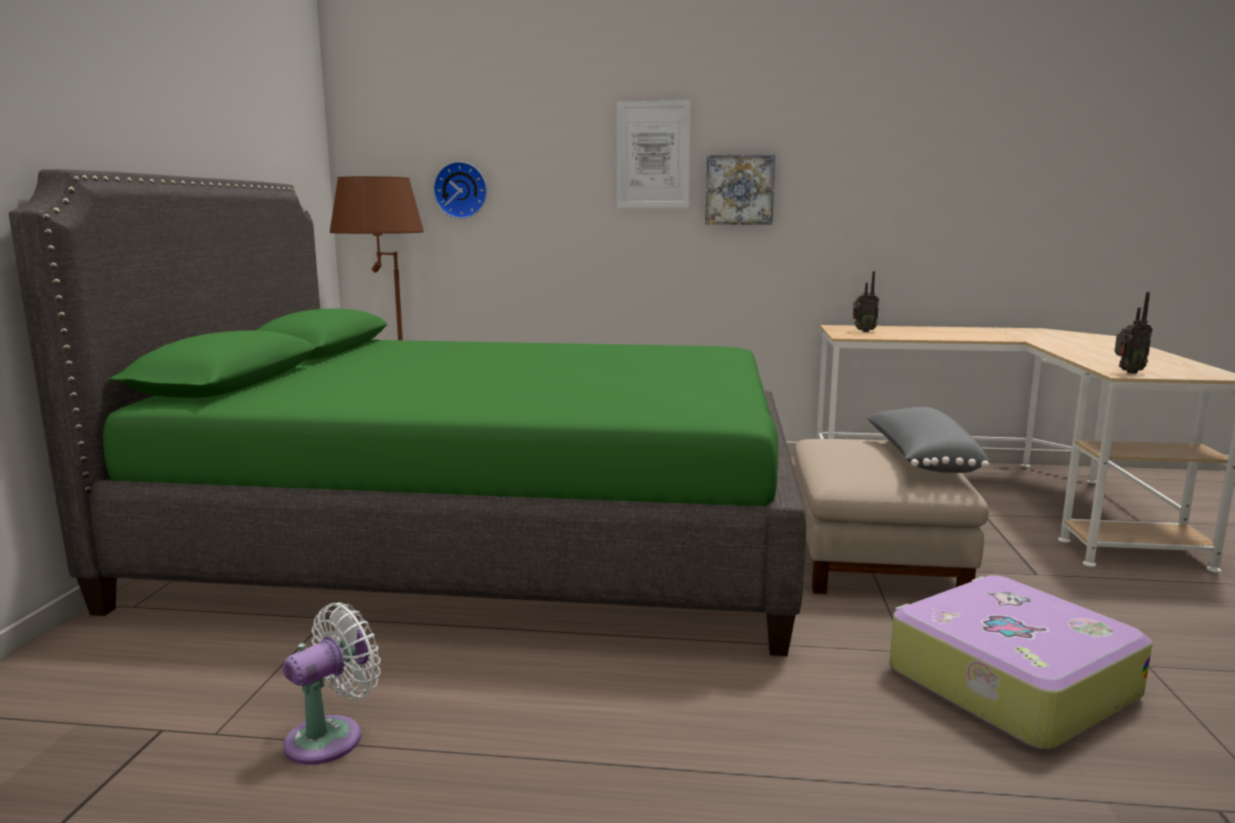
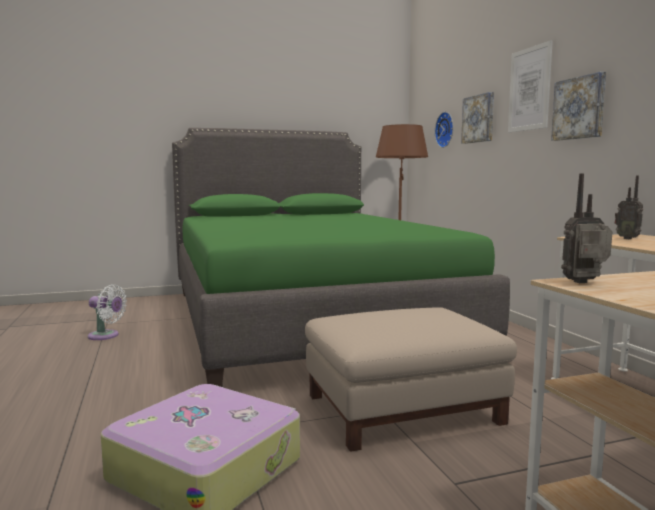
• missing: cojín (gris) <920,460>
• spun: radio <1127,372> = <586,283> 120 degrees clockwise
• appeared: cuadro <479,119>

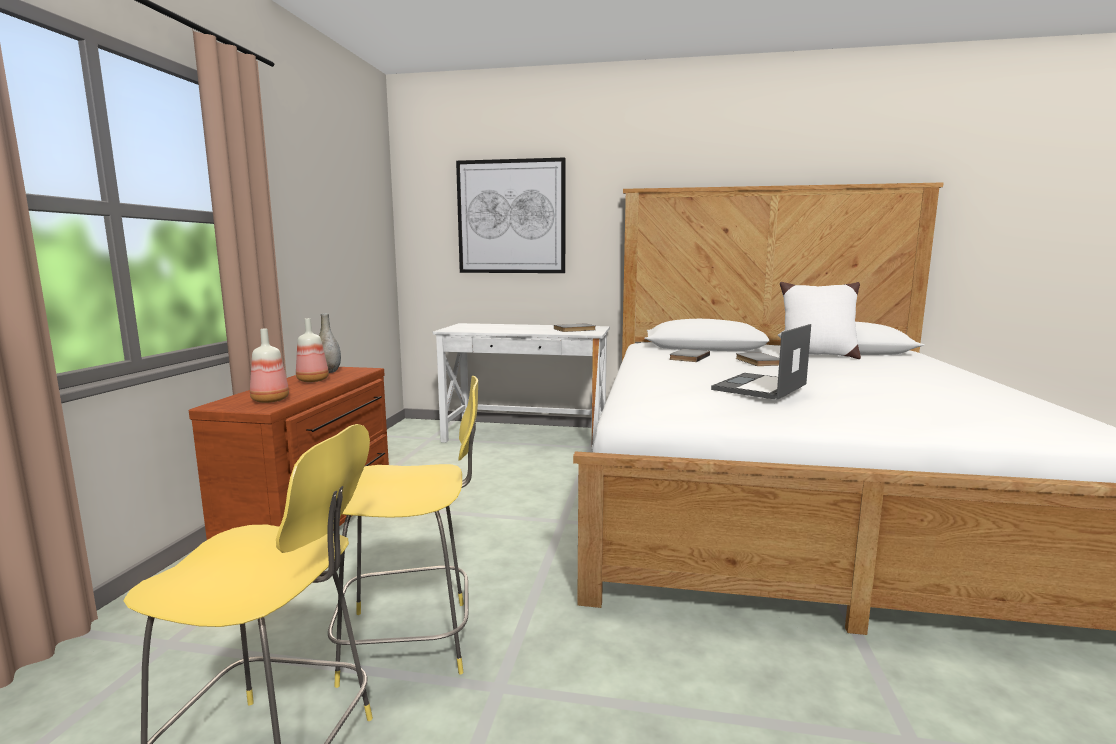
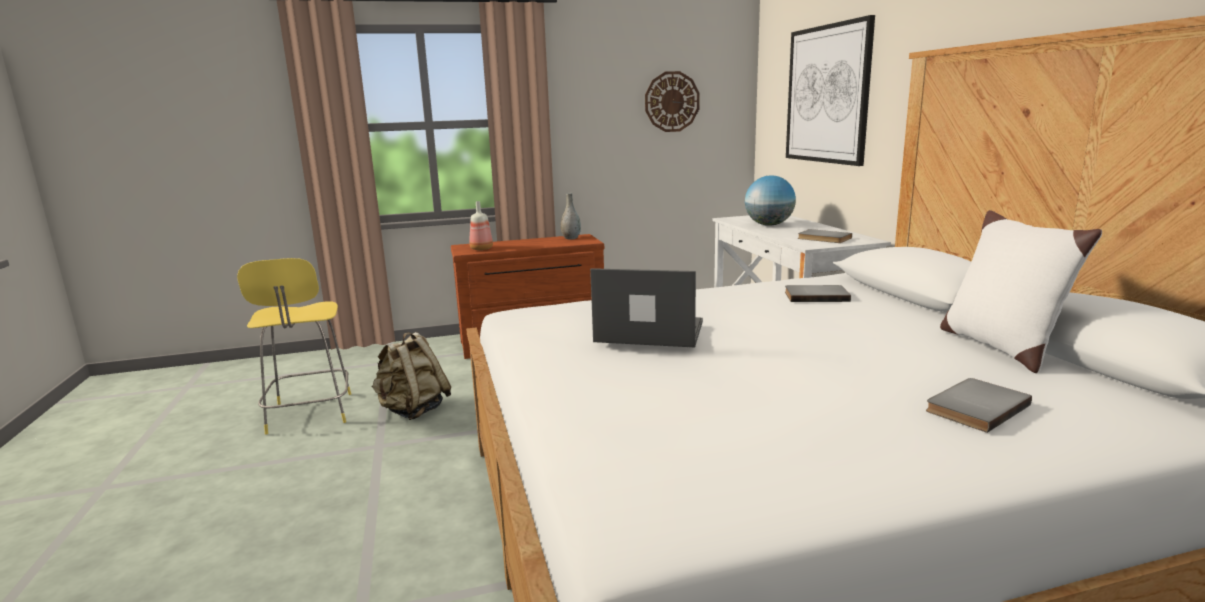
• missing: botella <314,380>
• exchanged: taburete (amarillo) <412,640> to mochila (beis) <413,411>
• relocated: libro (gris) <757,361> to <973,407>
• appeared: reloj de pared <672,102>
• appeared: globo terráqueo <769,225>

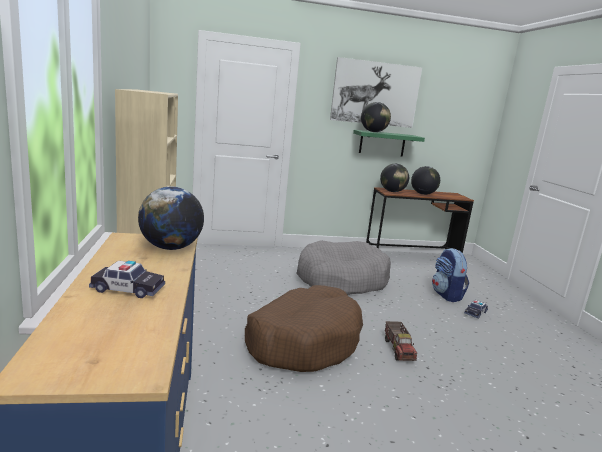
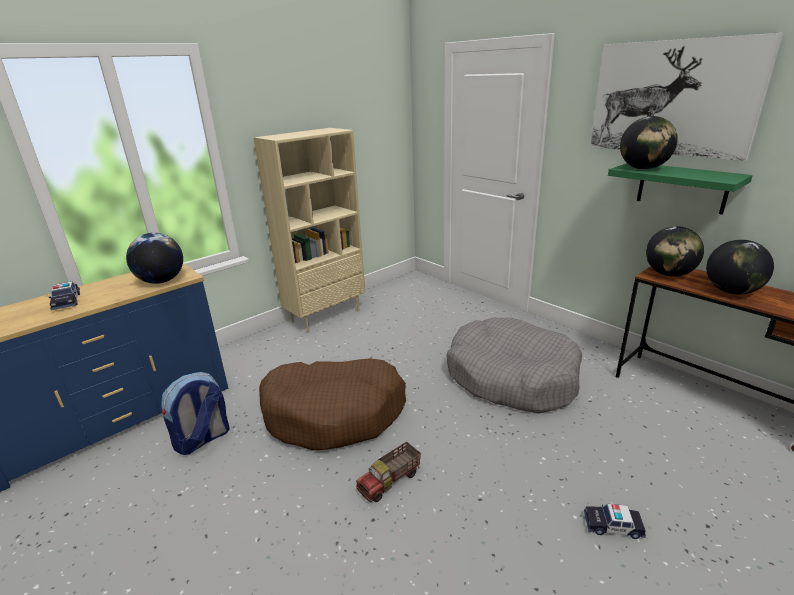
• relocated: mochila <446,295> to <202,439>

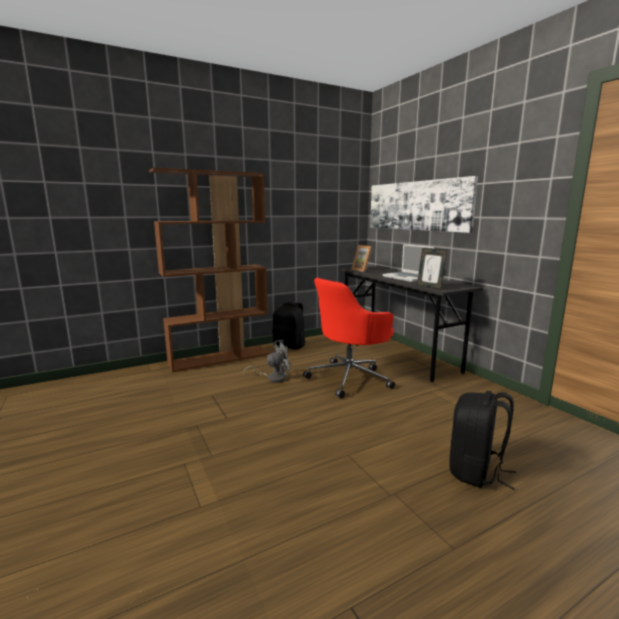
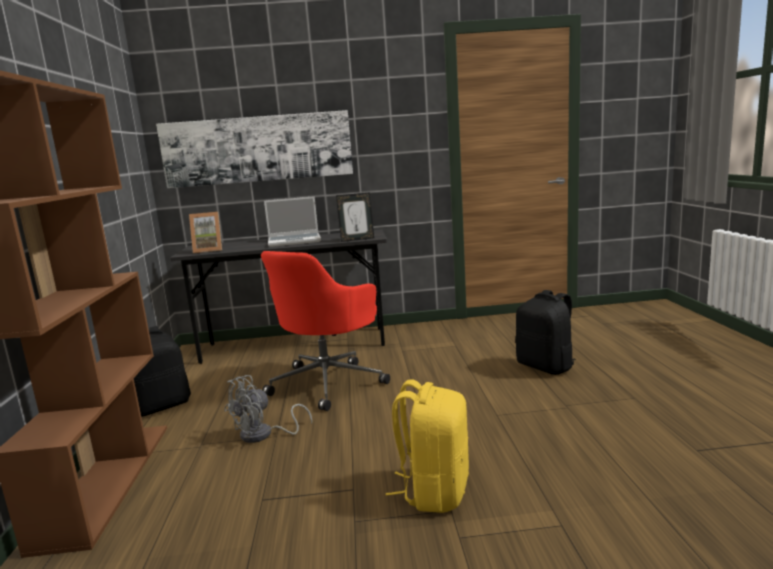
• spun: ventilador (gris) <273,378> = <263,435> 135 degrees counterclockwise
• spun: silla de oficina (rojo) <350,378> = <328,382> 45 degrees clockwise
• appeared: mochila (amarillo) <434,490>

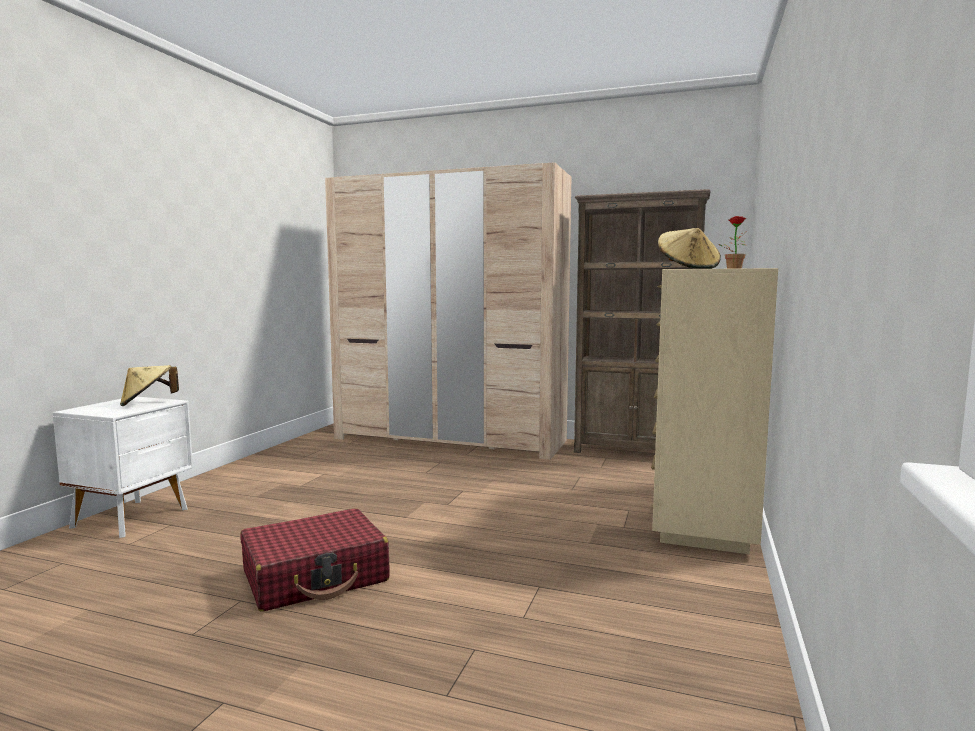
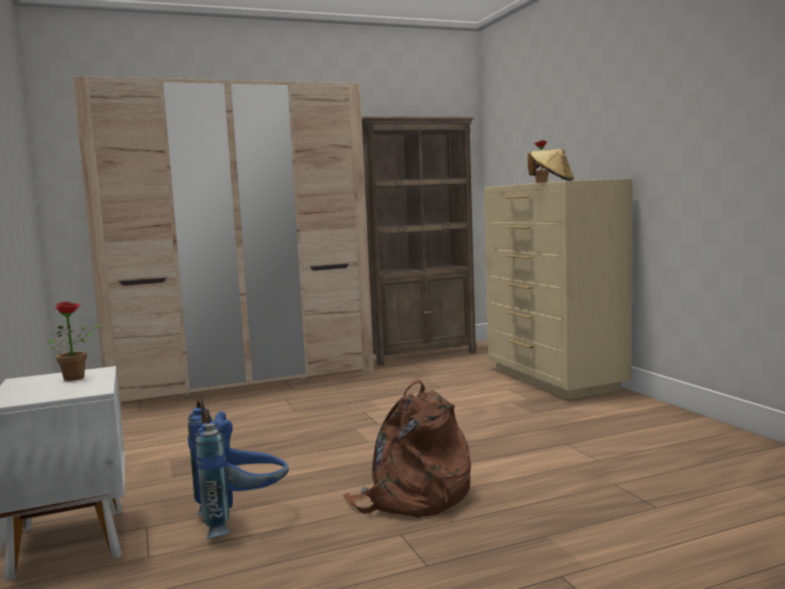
• exchanged: sombrero (beis) <148,403> to planta en maceta <78,377>
• exchanged: maleta (rojo) <316,576> to mochila (marrón) <413,498>
• appeared: mochila (azul) <242,519>

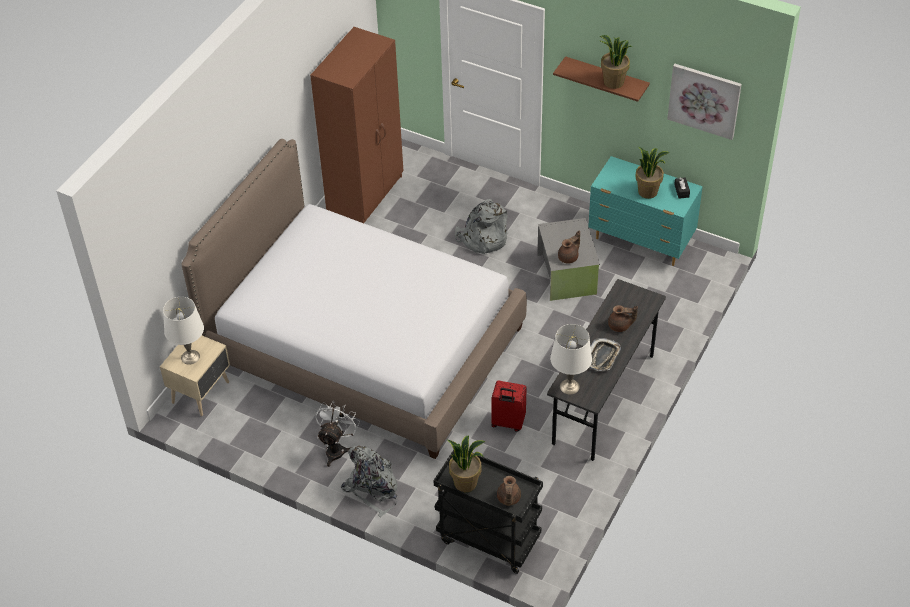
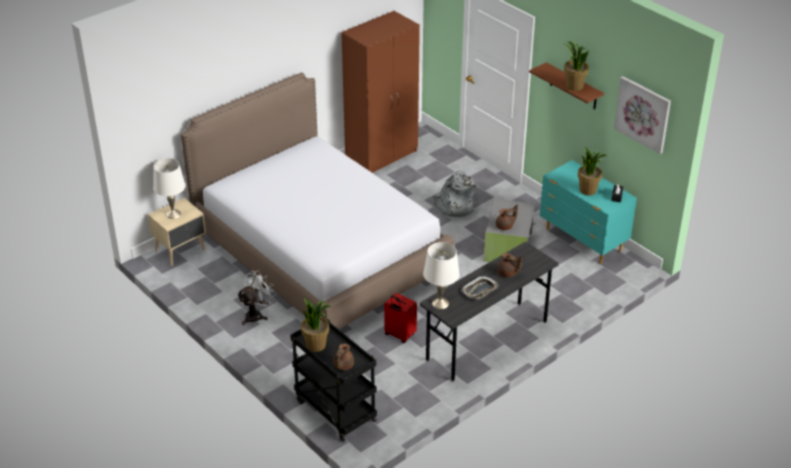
• missing: mochila (gris) <373,488>

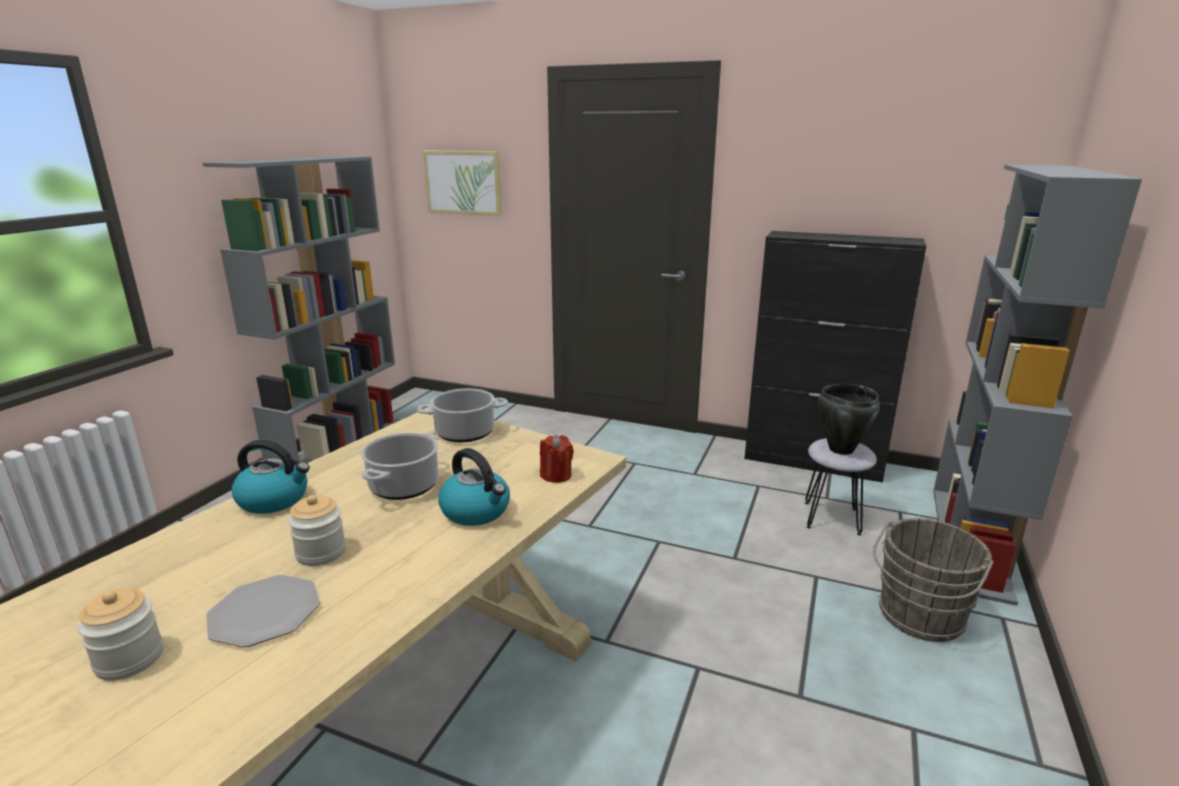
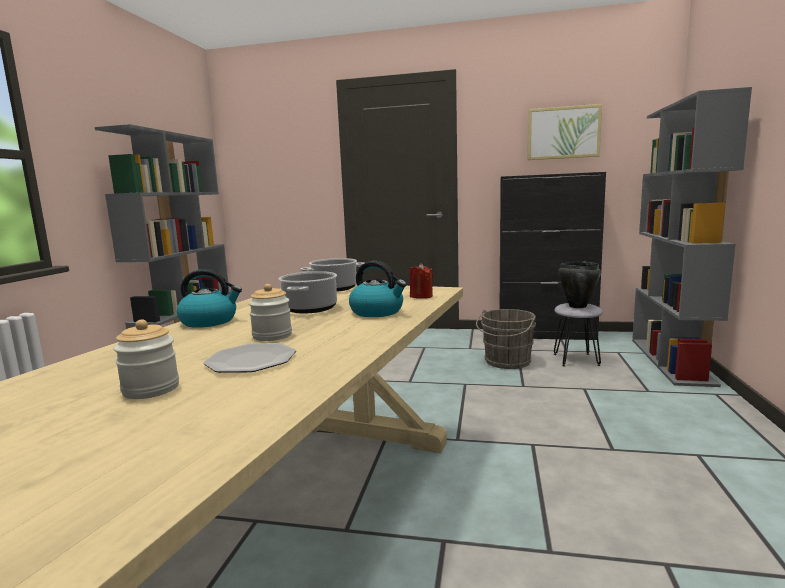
• relocated: cuadro <463,182> to <563,133>
• relocated: cubo (gris) <918,618> to <506,362>

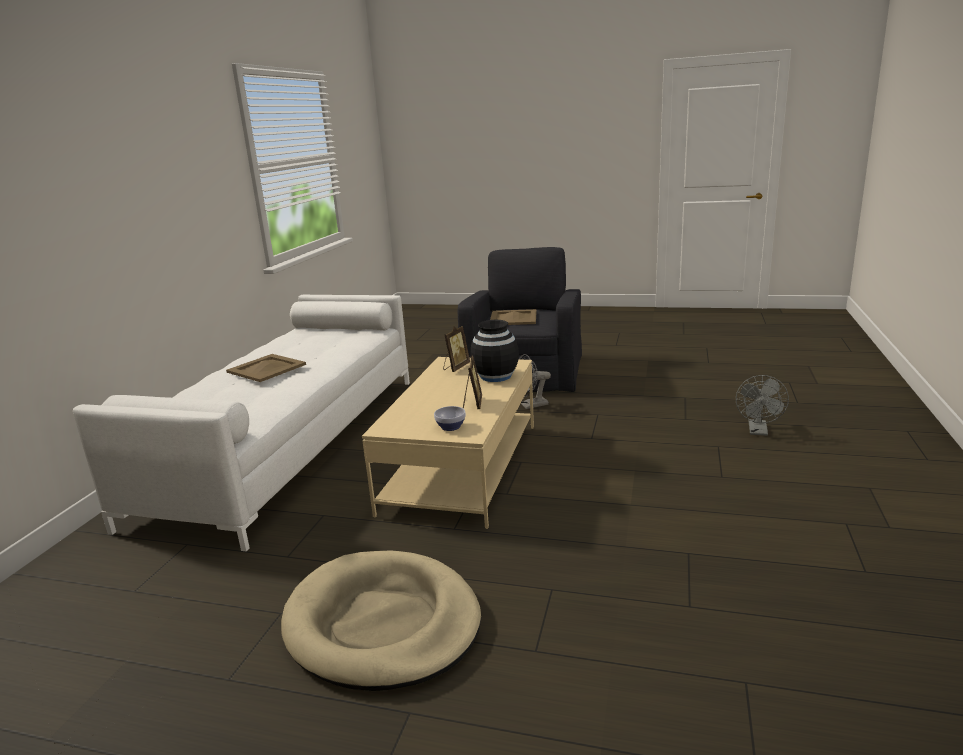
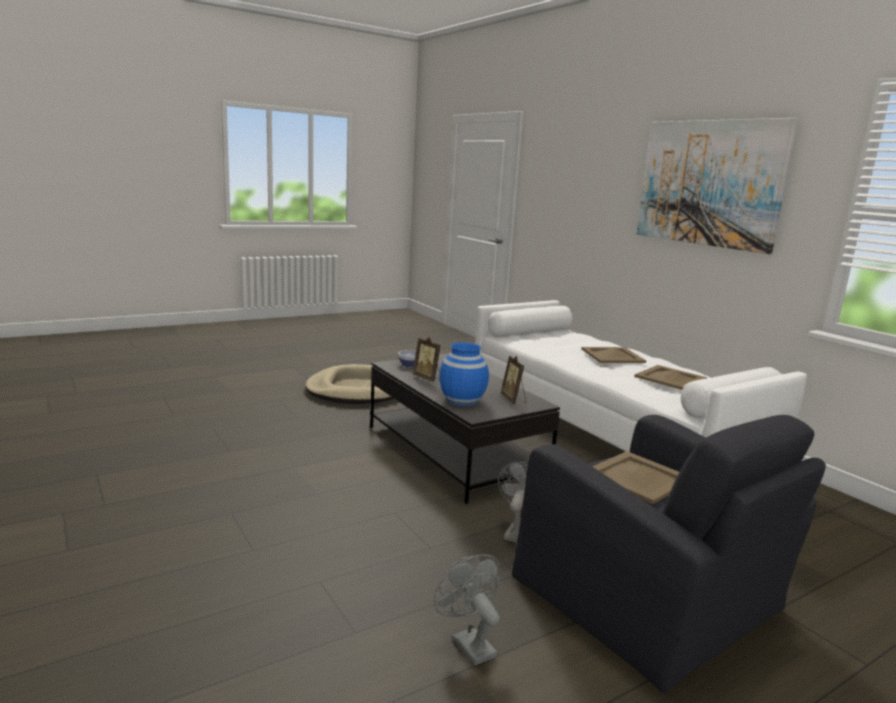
• colour: mesa de centro (beis) <462,467> to mesa de centro (negro) <454,452>
• colour: florero (negro) <496,376> to florero (azul) <462,400>
• relocated: ventilador (gris) <758,431> to <468,643>
• appeared: bandeja (beis) <671,378>
• appeared: cuadro <709,183>

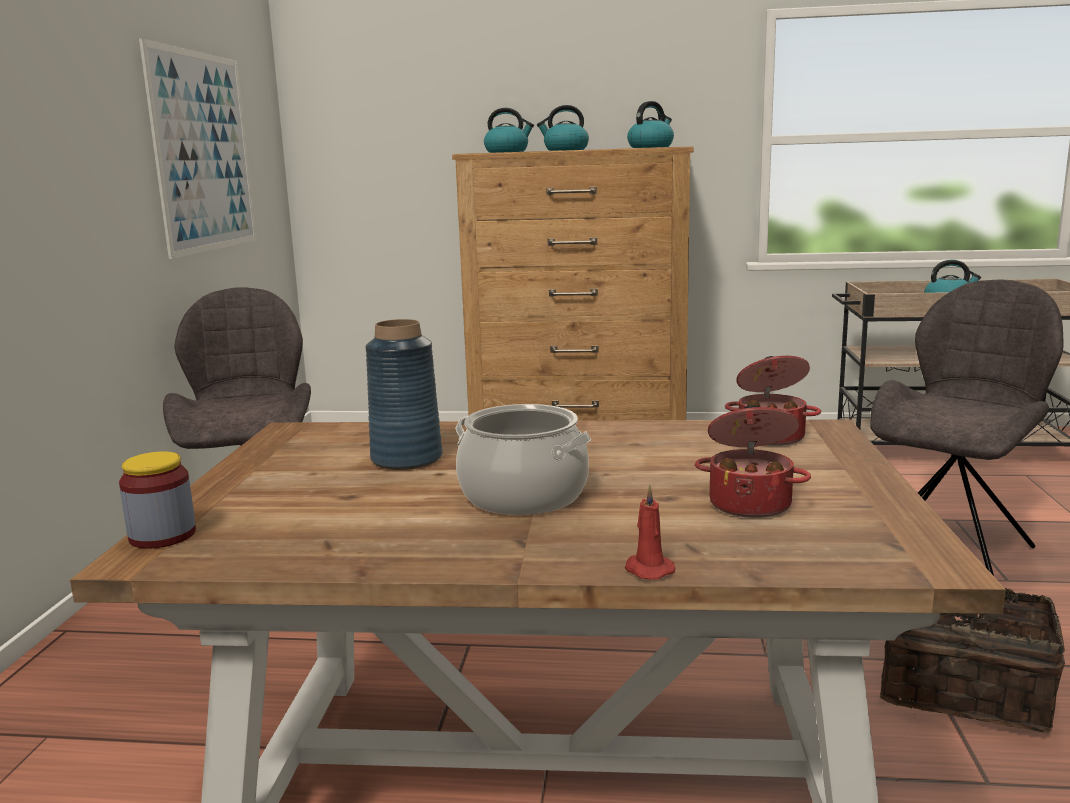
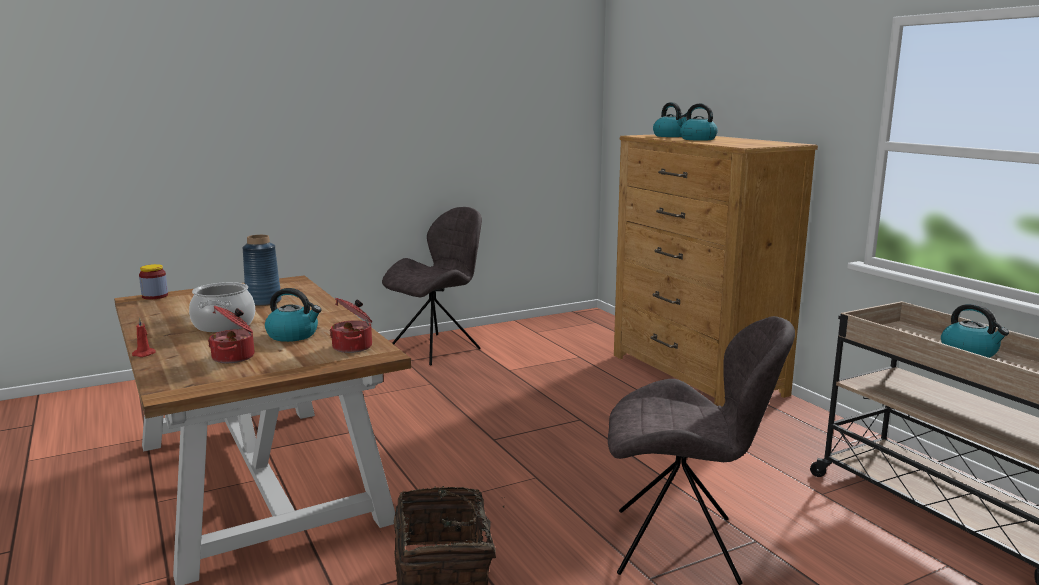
• missing: cuadro <204,152>
• relocated: hervidor <651,147> to <293,335>

